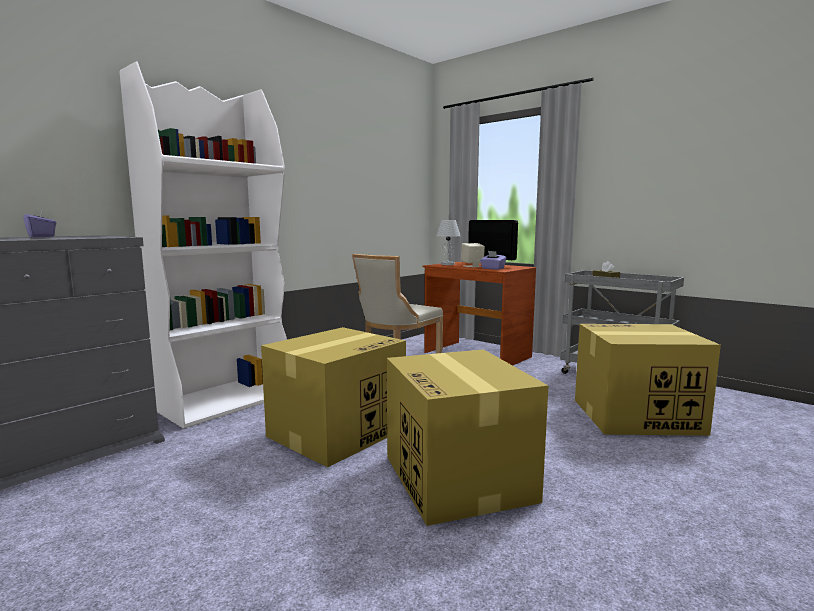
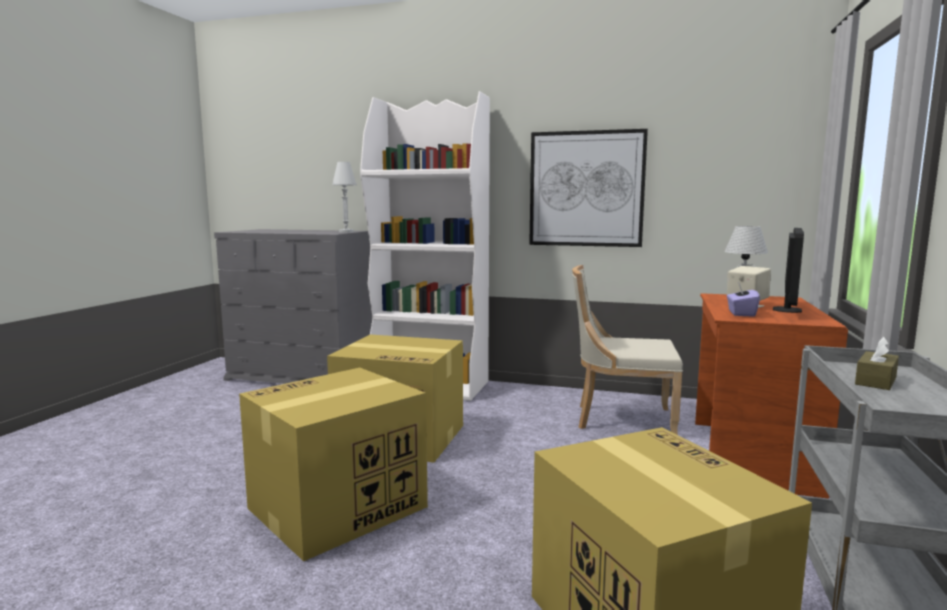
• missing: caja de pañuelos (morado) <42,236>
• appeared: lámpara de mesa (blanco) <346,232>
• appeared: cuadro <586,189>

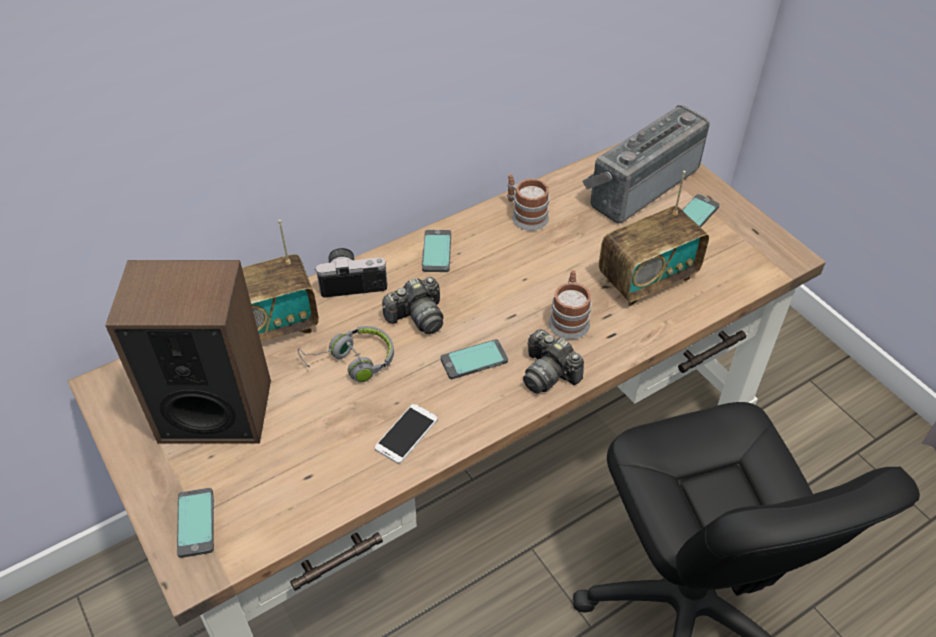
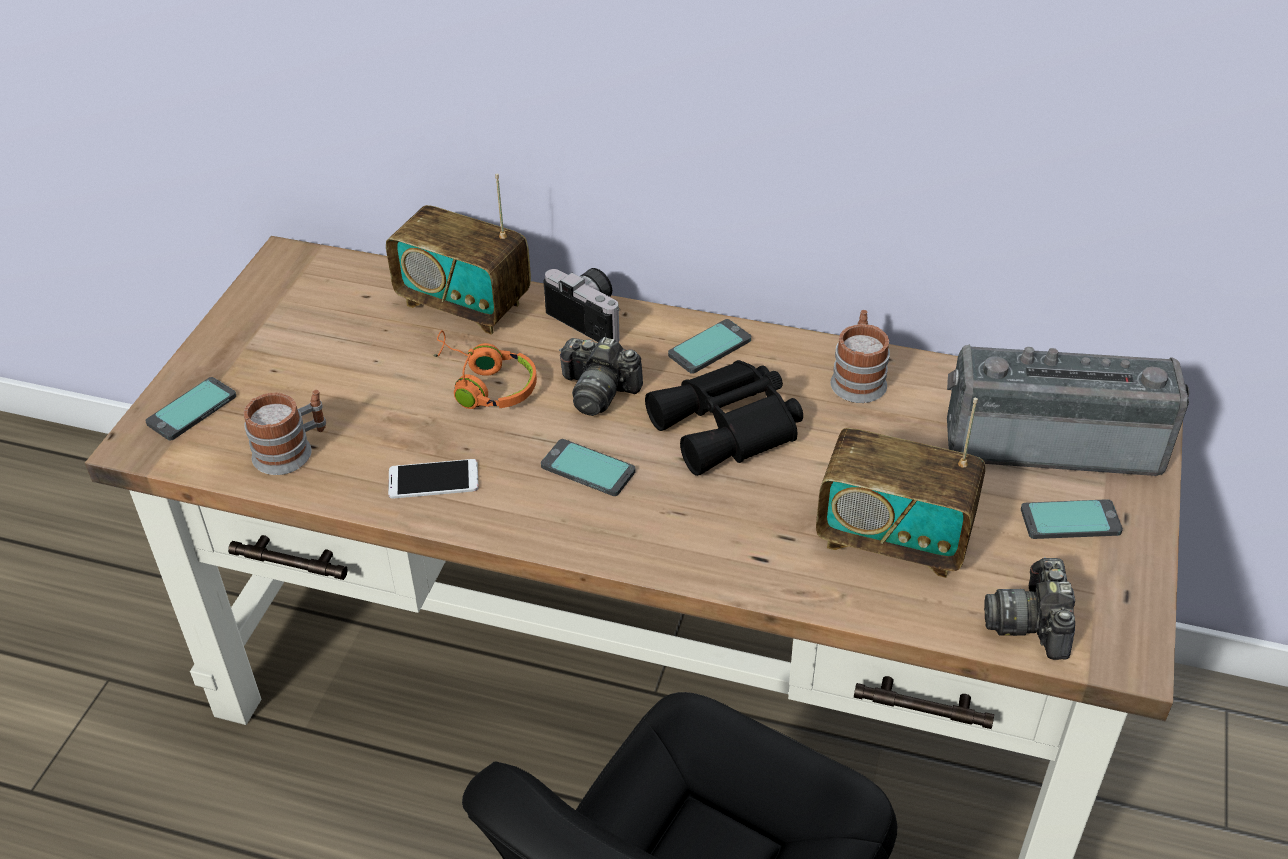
• missing: altavoz <215,410>
• colour: auriculares (gris) <352,362> to auriculares (naranja) <483,384>
• relocated: cámara <548,373> to <1031,623>
• relocated: taza grande <569,319> to <292,451>
• appeared: prismáticos (negro) <730,428>

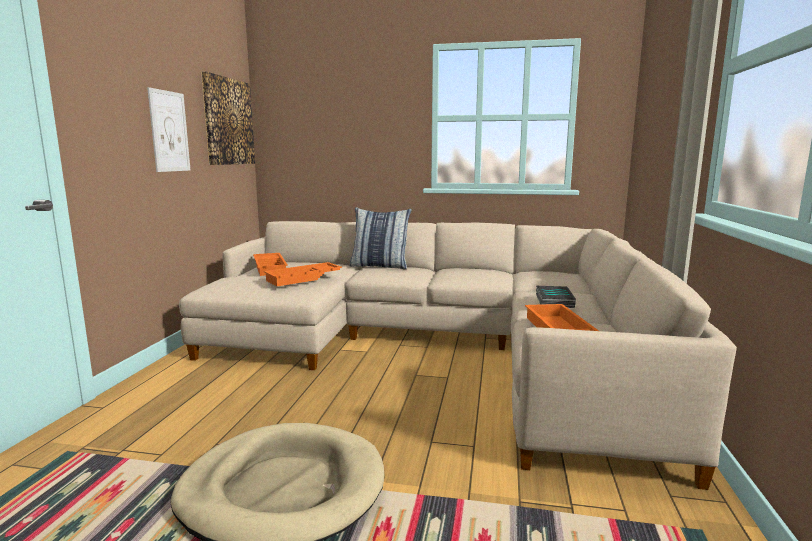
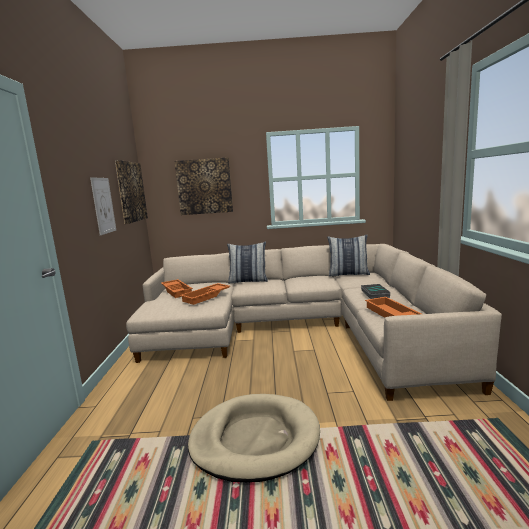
• appeared: cuadro <204,186>
• appeared: cojín <348,274>

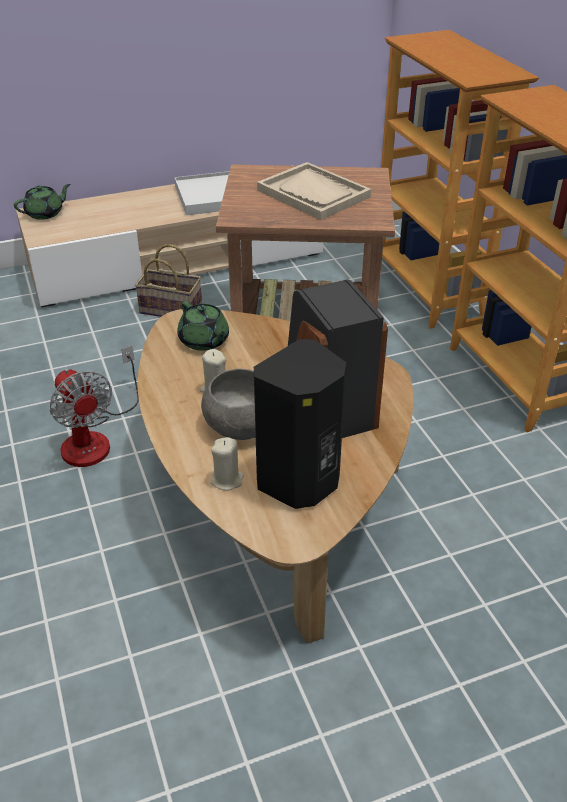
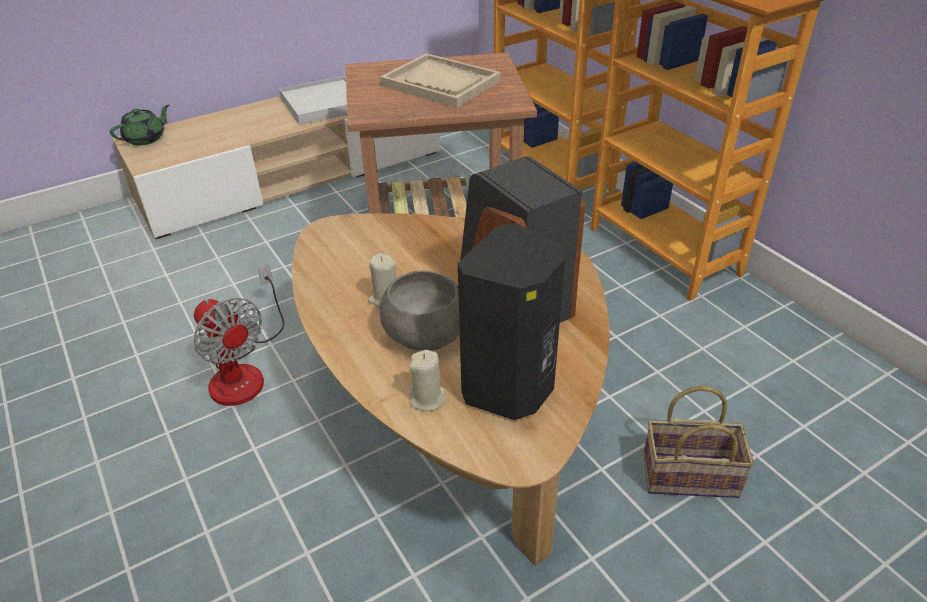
• relocated: cesta <173,309> to <691,475>
• missing: tetera (verde) <204,341>

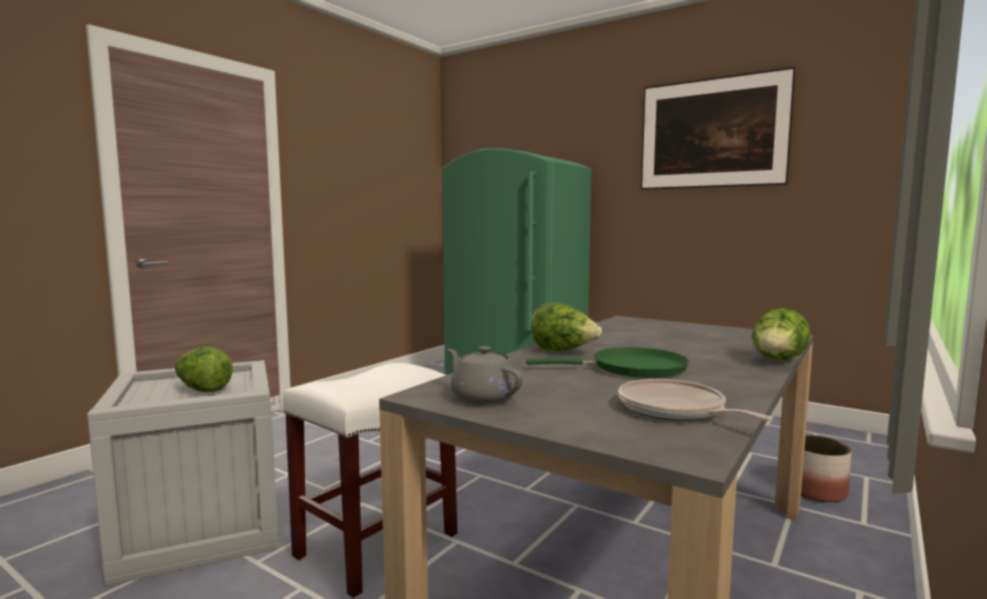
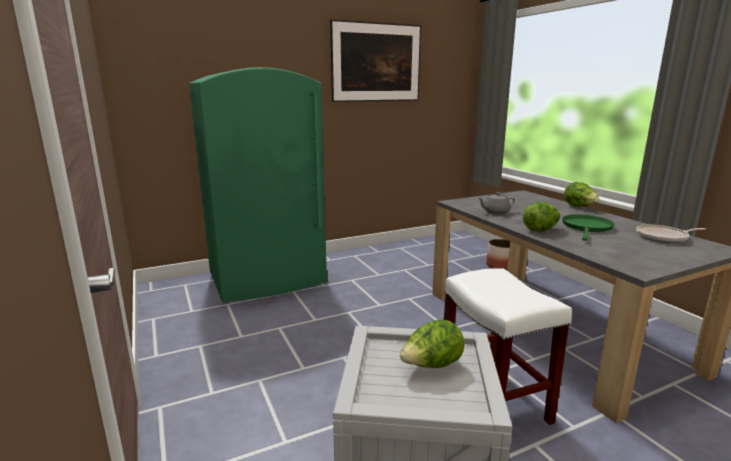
• relocated: tetera (gris) <483,397> to <495,212>

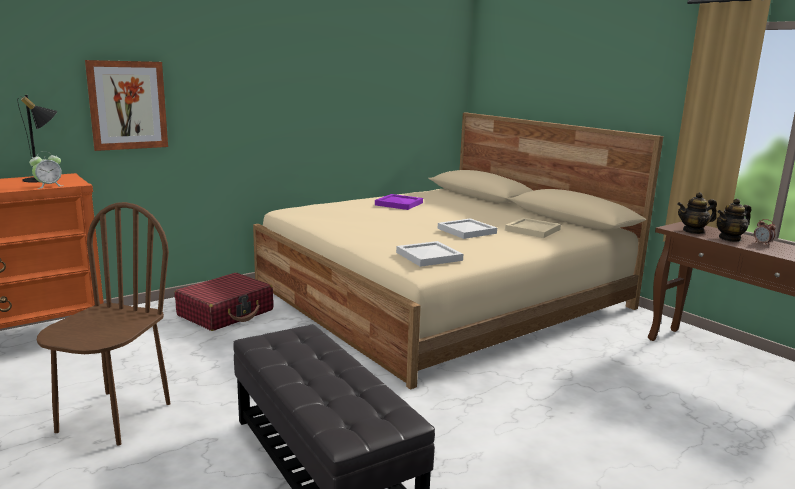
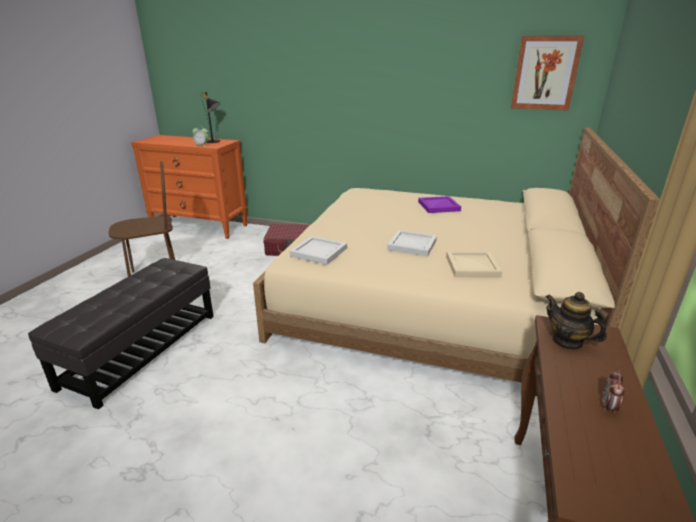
• relocated: cuadro <127,105> to <545,73>
• missing: tetera <730,239>

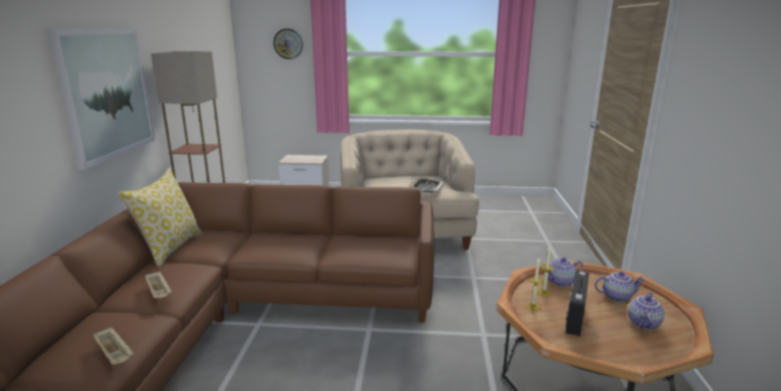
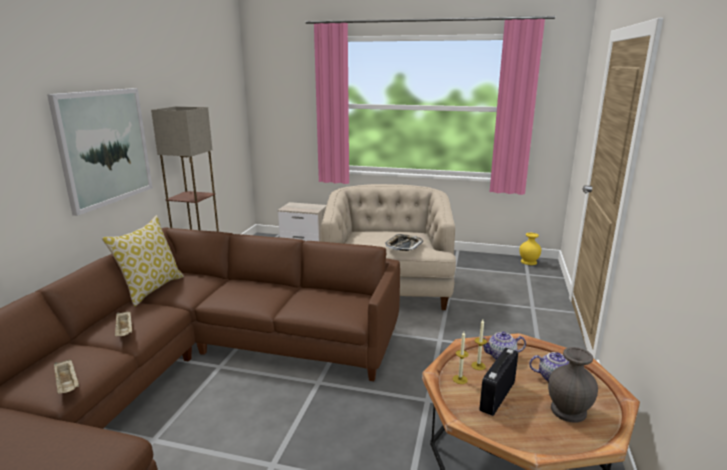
• missing: reloj de pared <288,43>
• exchanged: tetera <644,324> to florero (gris) <569,410>
• appeared: florero (amarillo) <529,262>

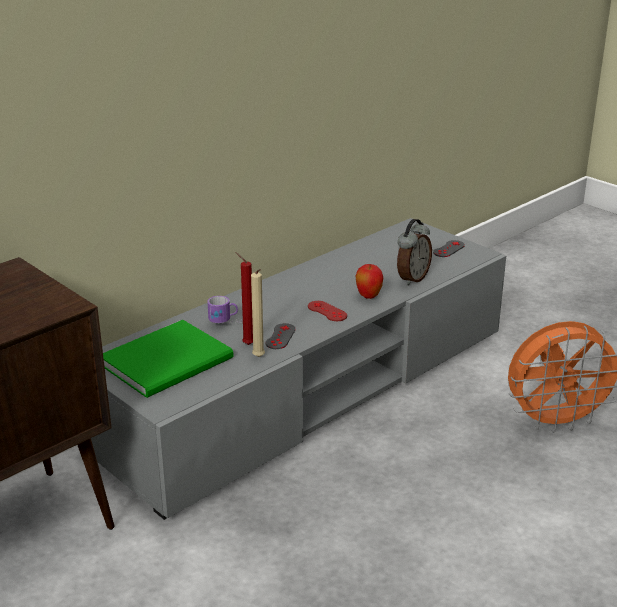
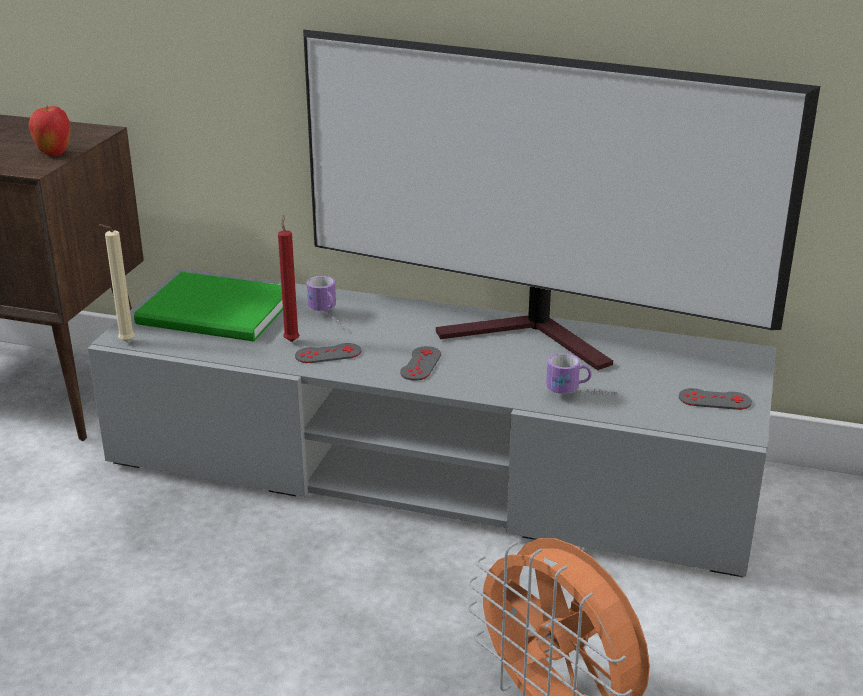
• relocated: vela (beis) <259,358> to <125,343>
• colour: mando de consola (rojo) <327,311> to mando de consola (gris) <420,364>
• relocated: manzana <368,296> to <54,154>
• exchanged: despertador <412,279> to taza grande <581,396>
• appeared: televisor <536,337>

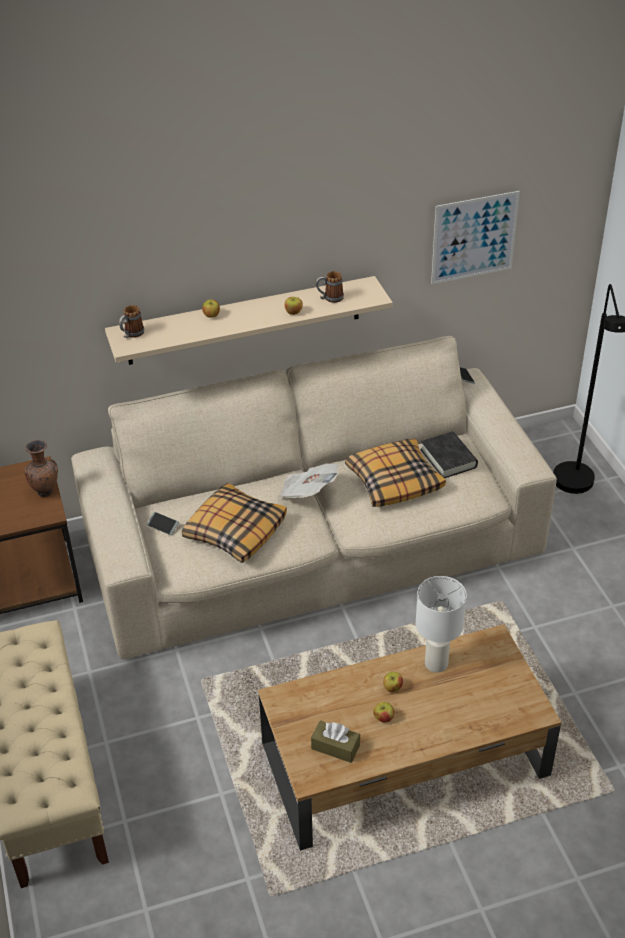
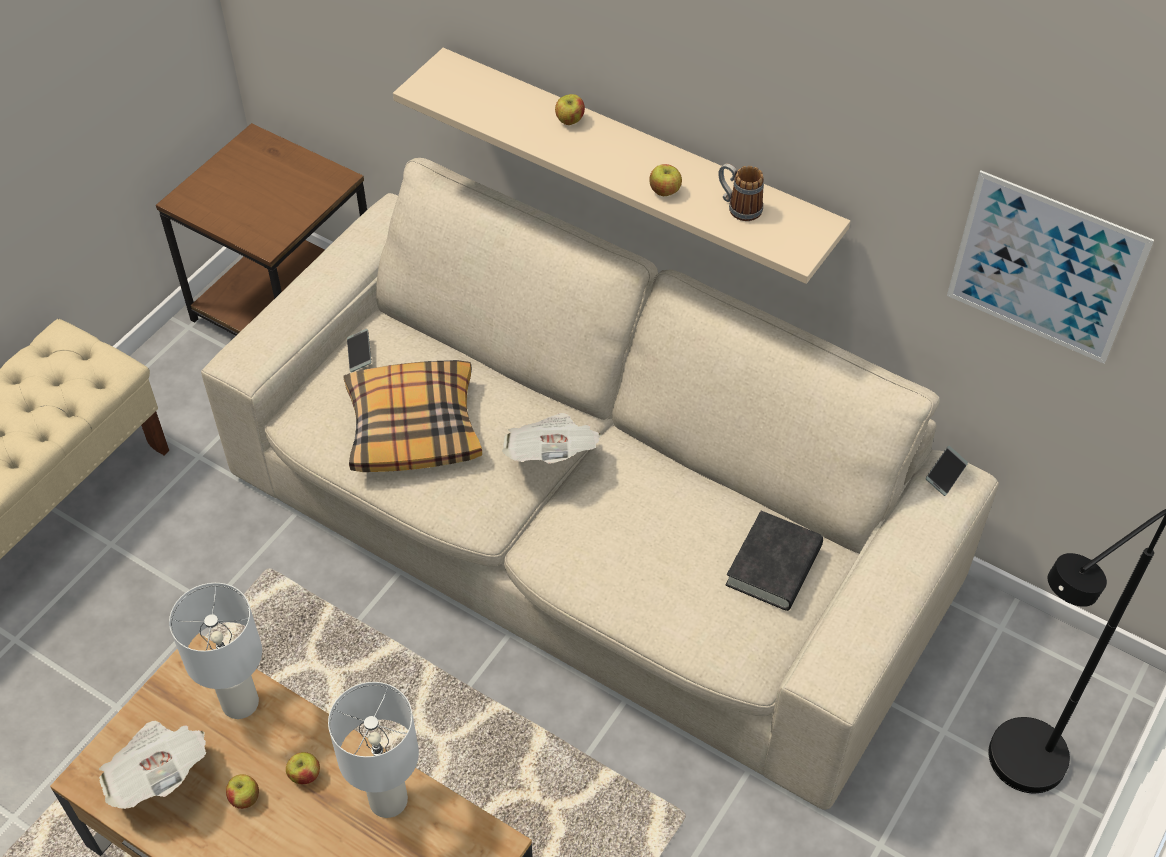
• missing: florero (marrón) <45,491>
• missing: taza grande <131,334>
• exchanged: caja de pañuelos (marrón) <335,747> to periódico <158,774>
• missing: cojín <394,481>
• appeared: lámpara de mesa (blanco) <239,703>

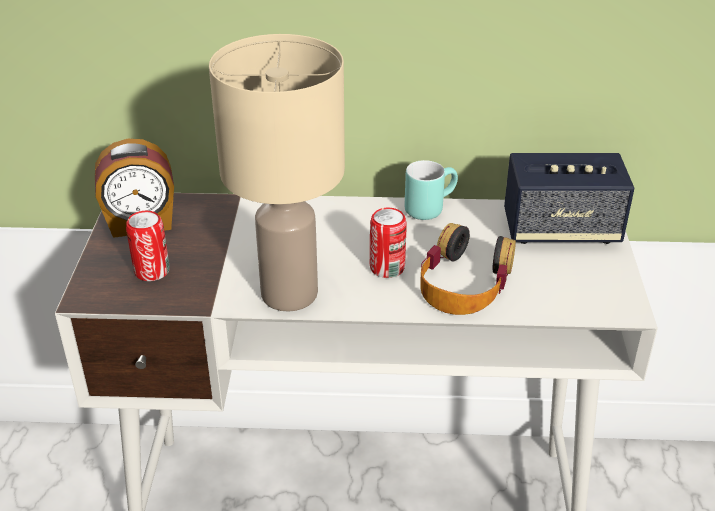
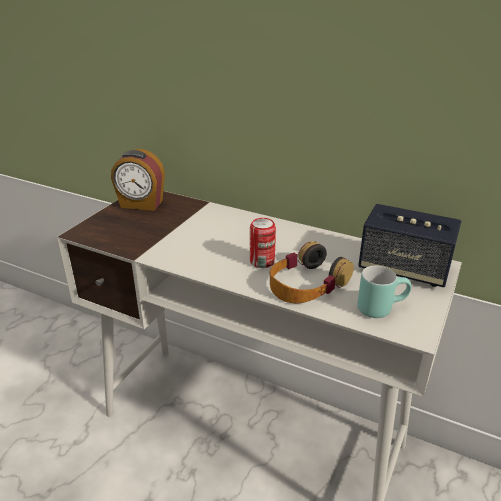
• missing: lata <152,271>
• missing: lámpara de mesa (beis) <290,294>
• relocated: taza grande (turquesa) <429,207> to <380,307>

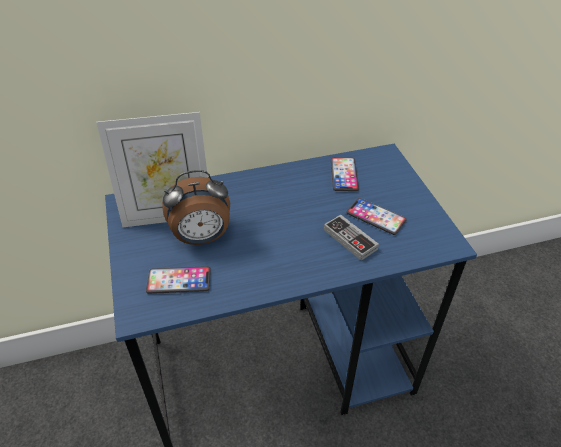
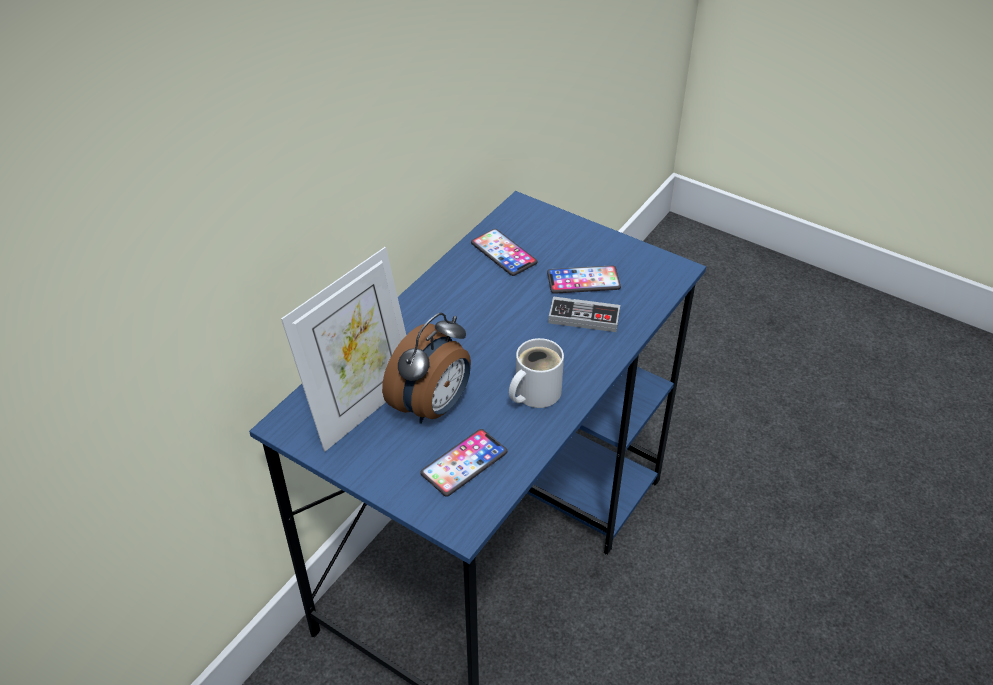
• appeared: taza grande (blanco) <533,393>

